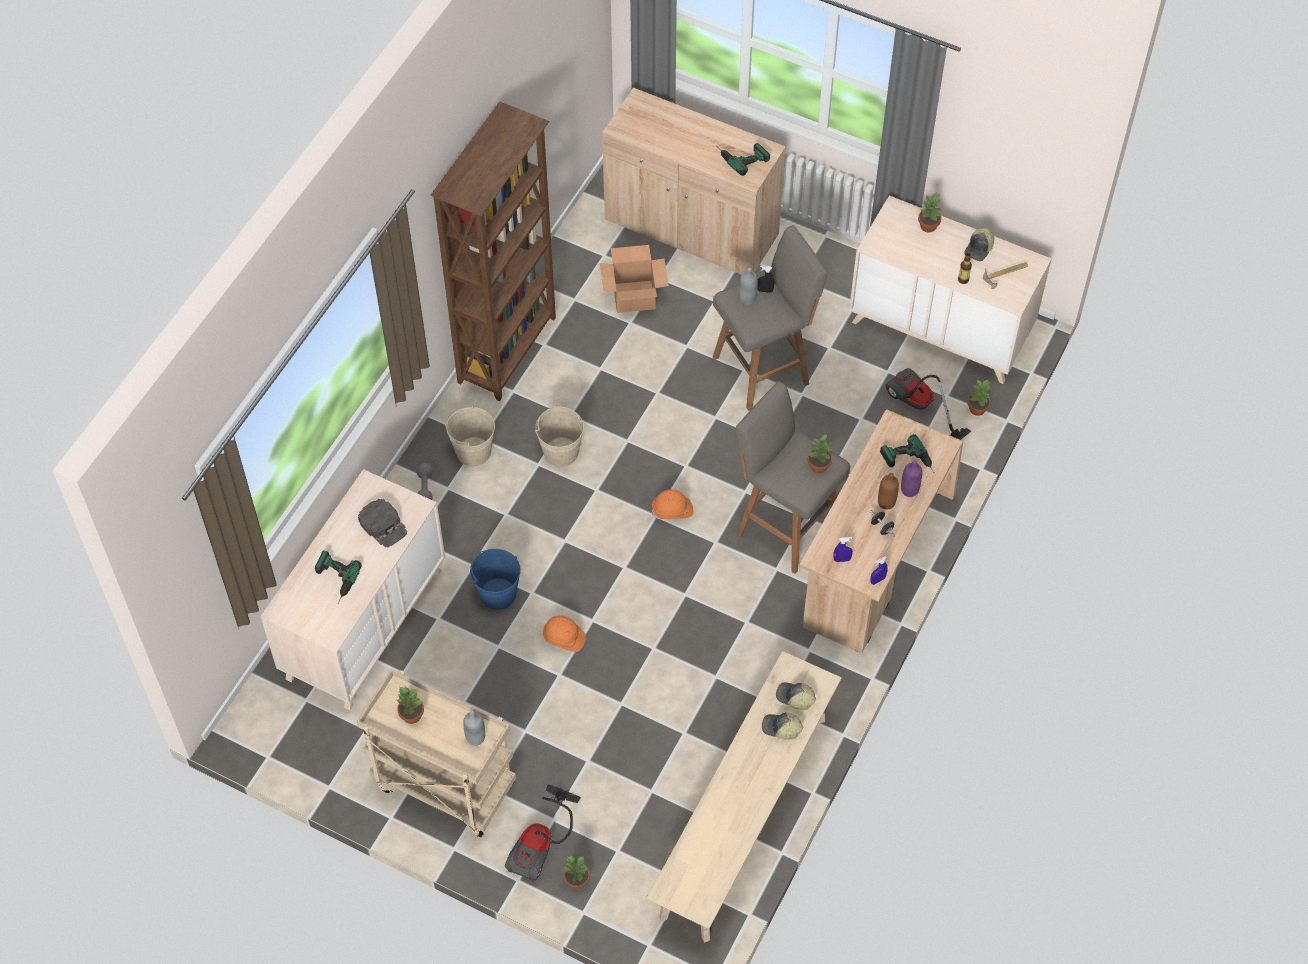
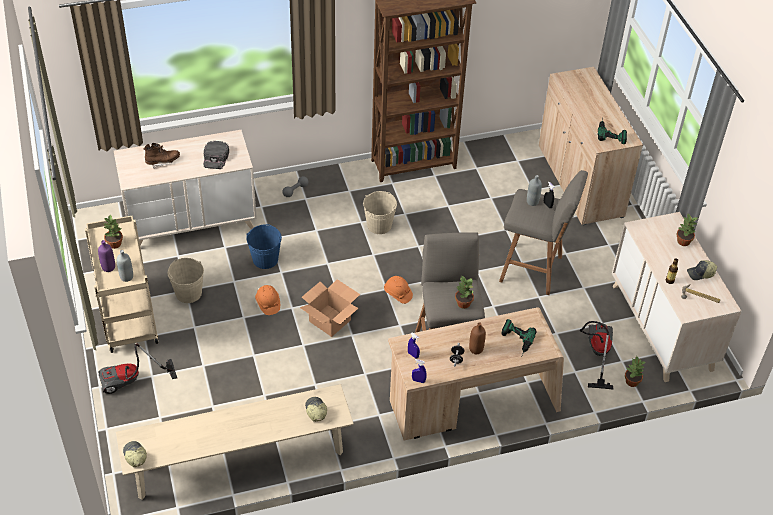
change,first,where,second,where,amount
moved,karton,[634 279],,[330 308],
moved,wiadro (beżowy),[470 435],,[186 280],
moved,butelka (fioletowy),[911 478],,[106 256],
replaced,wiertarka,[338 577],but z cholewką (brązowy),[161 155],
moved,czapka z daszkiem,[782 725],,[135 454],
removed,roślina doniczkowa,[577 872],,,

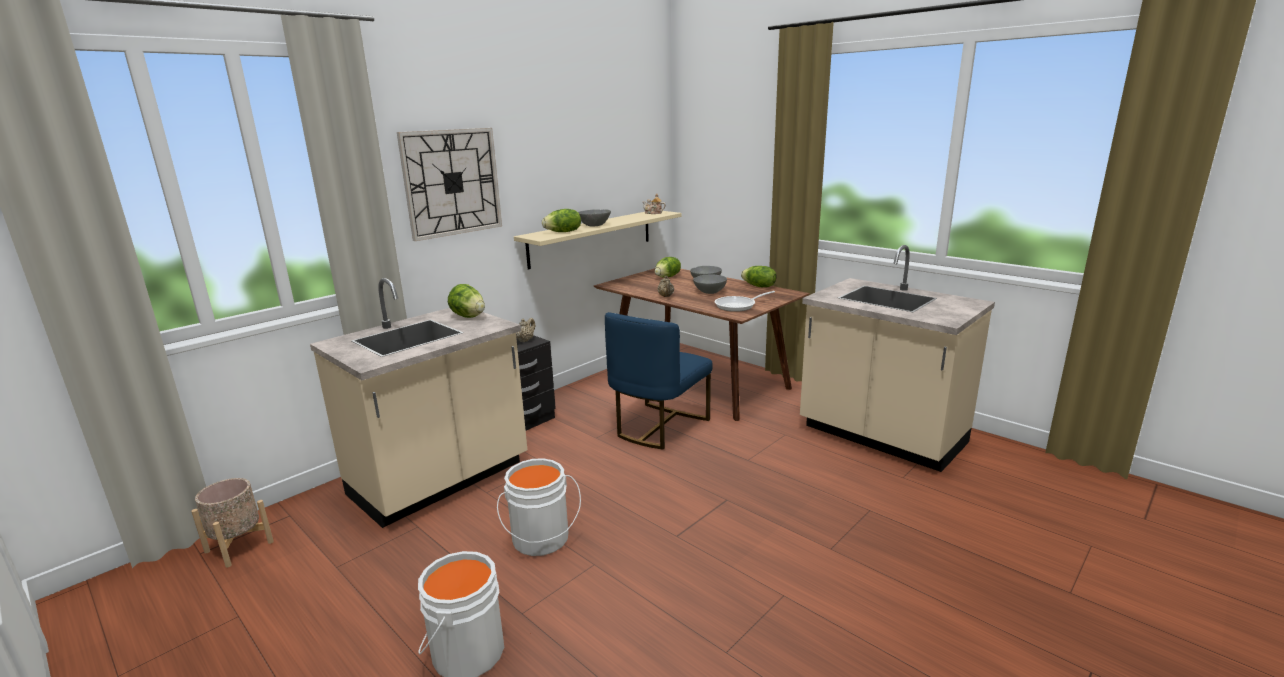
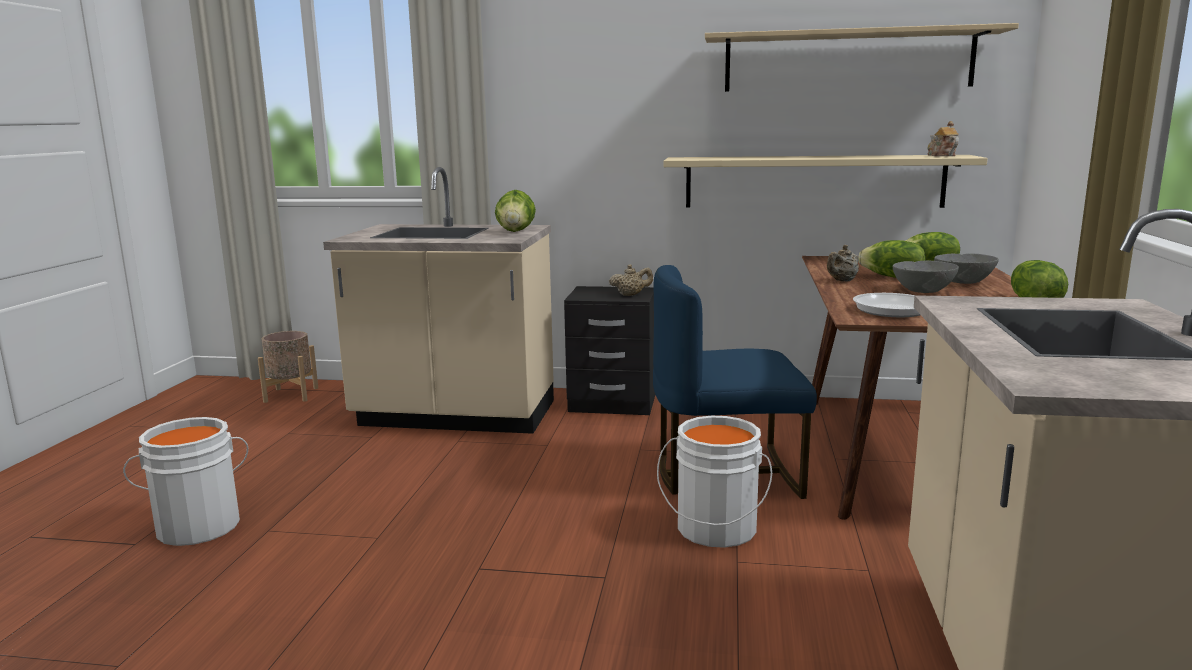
change,first,where,second,where,amount
removed,zegar ścienny,[449 184],,,
moved,sałata,[561 220],,[891 259],
removed,miska (szary),[594 217],,,
moved,wiadro (biały),[539 507],,[714 482],
added,,,półka (beżowy),[862 57],

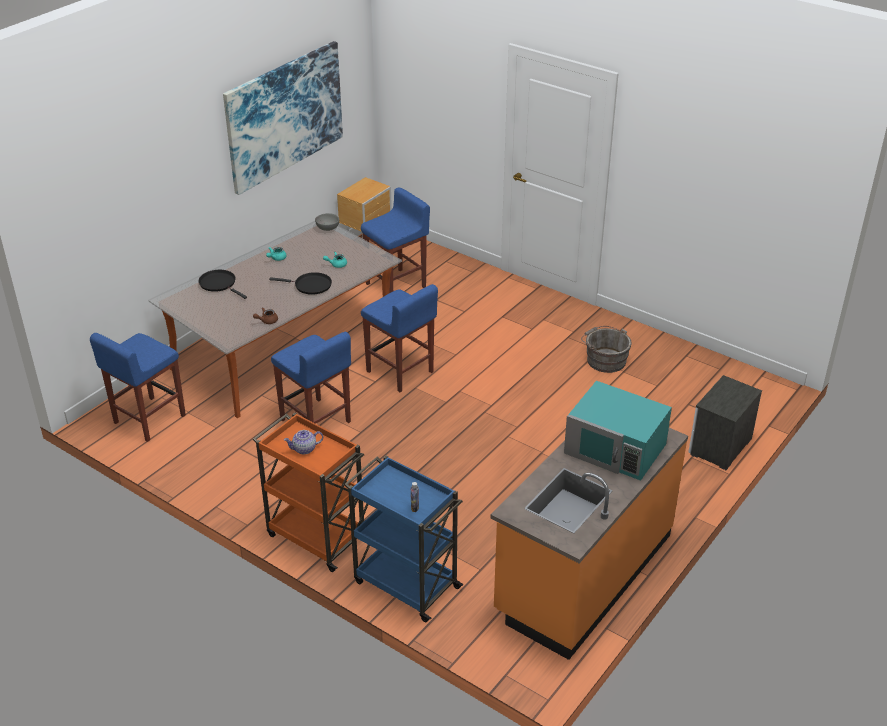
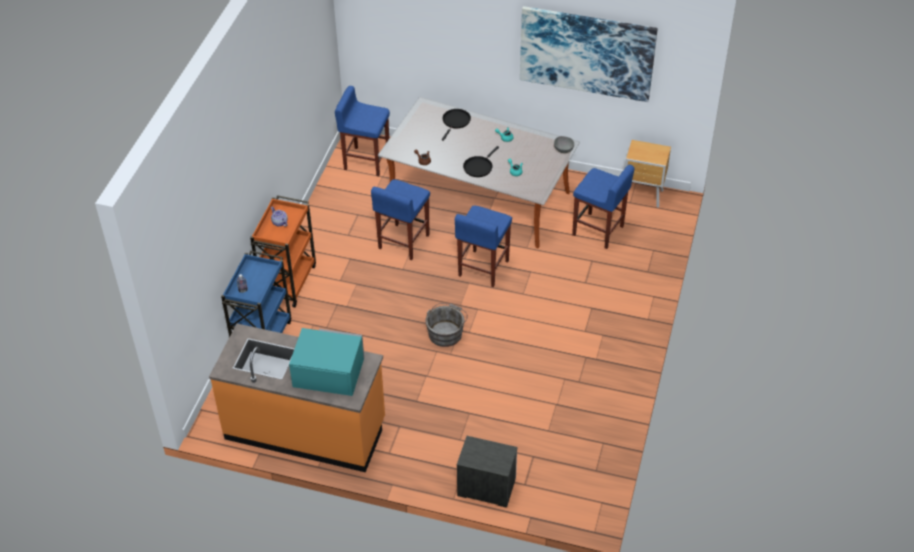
change,first,where,second,where,amount
turned,patelnia (czarny),[300 283],,[481 161],45 degrees clockwise
moved,wiadro (szary),[606 349],,[447 325],
turned,mikrofalówka (turkusowy),[618 431],,[326 362],90 degrees clockwise

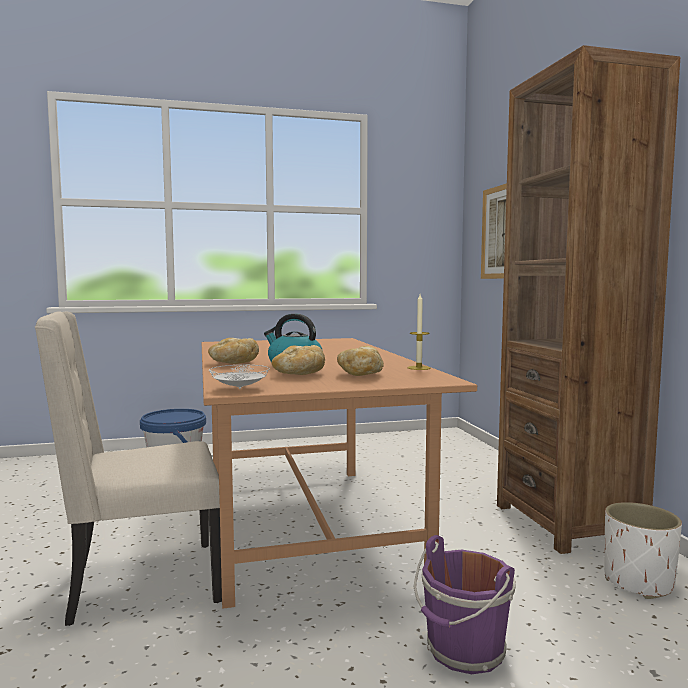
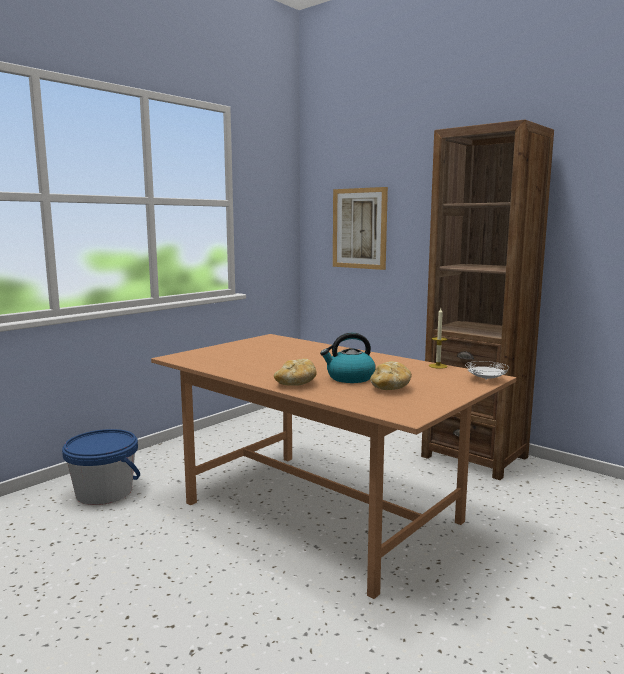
change,first,where,second,where,amount
removed,krzesło (beżowy),[128 468],,,
removed,chleb,[360 361],,,
moved,talerz (biały),[239 377],,[486 370],
removed,donica (biały),[643 550],,,
removed,wiadro (fioletowy),[464 604],,,

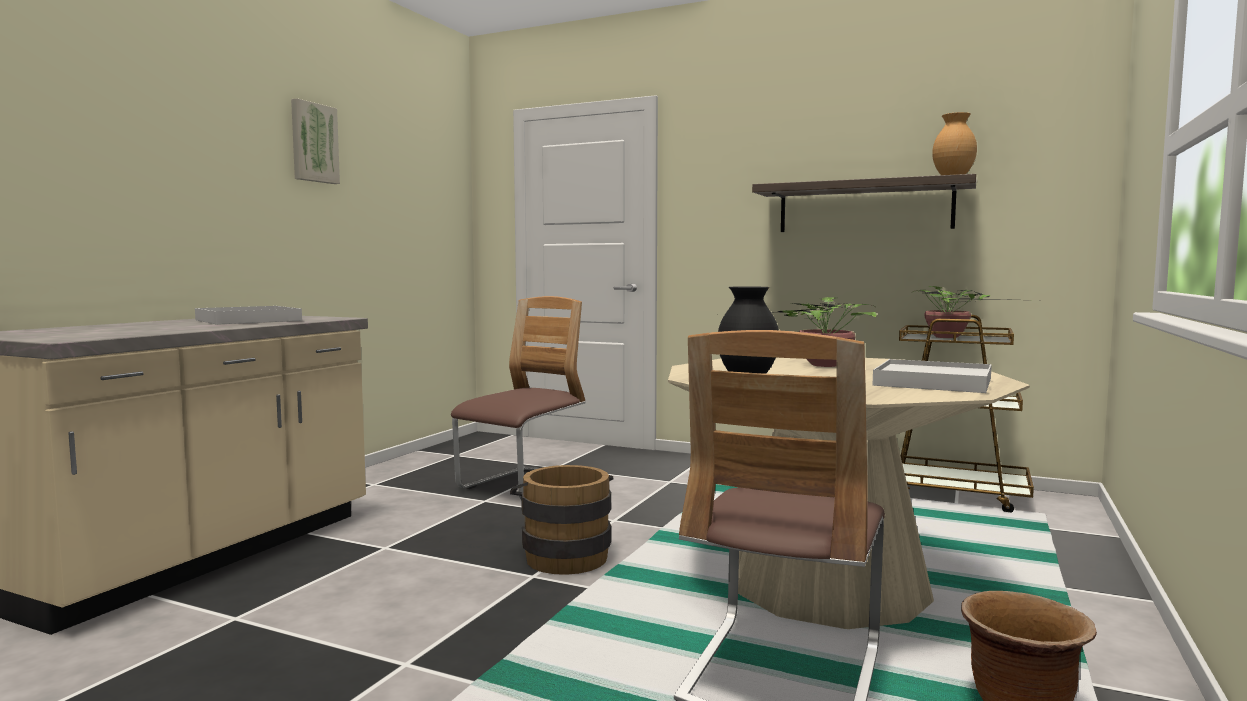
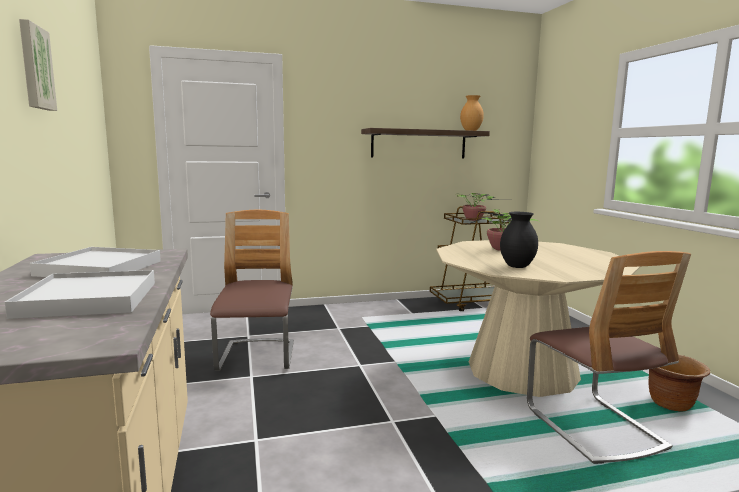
change,first,where,second,where,amount
moved,taca (biały),[932 376],,[80 294],
removed,wiadro (brązowy),[562 520],,,

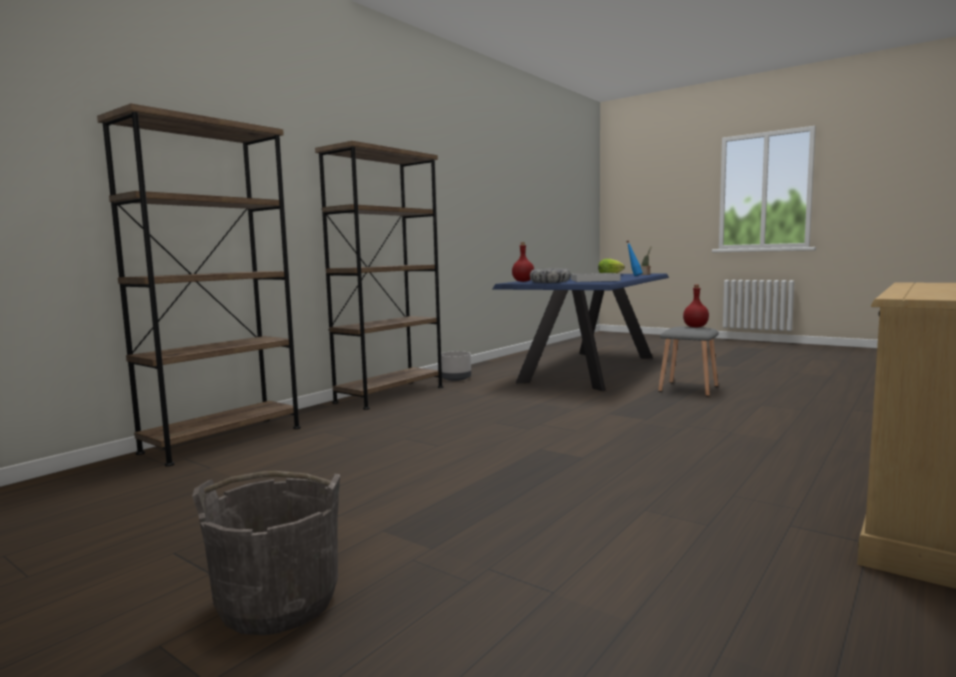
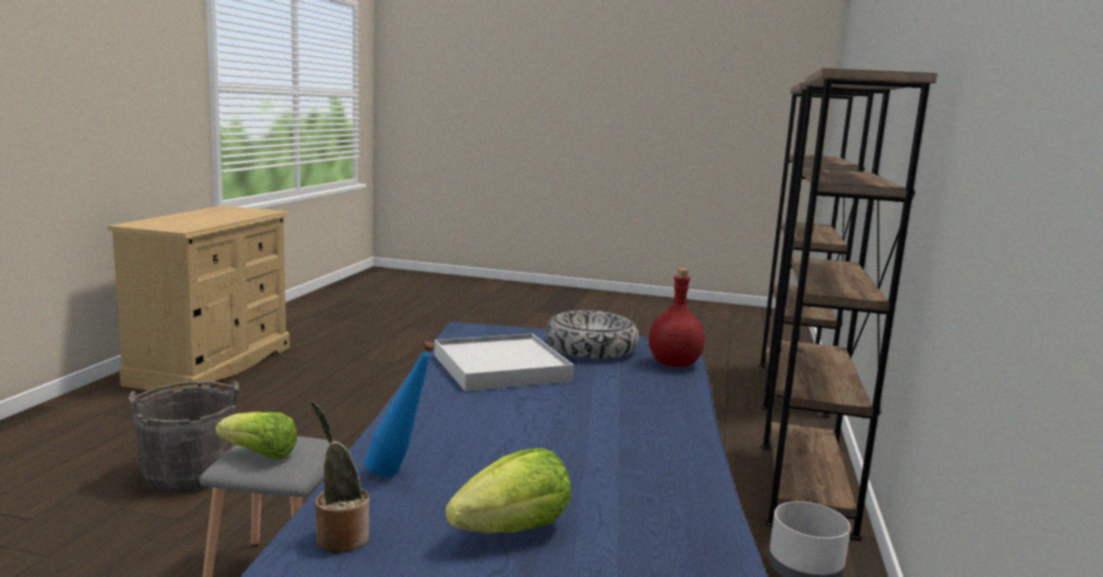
change,first,where,second,where,amount
replaced,butelka (czerwony),[696 306],sałata,[256 435],
moved,wiadro (szary),[266 553],,[184 437],

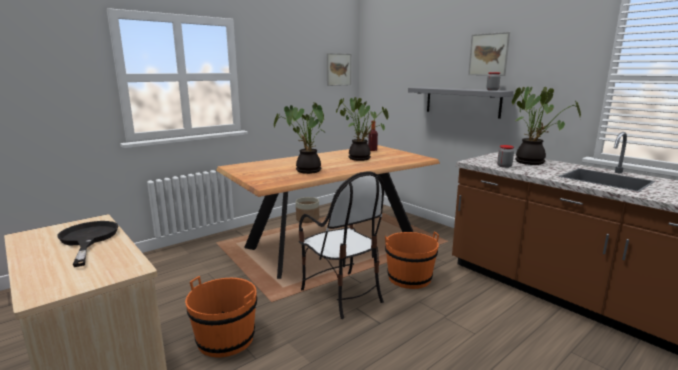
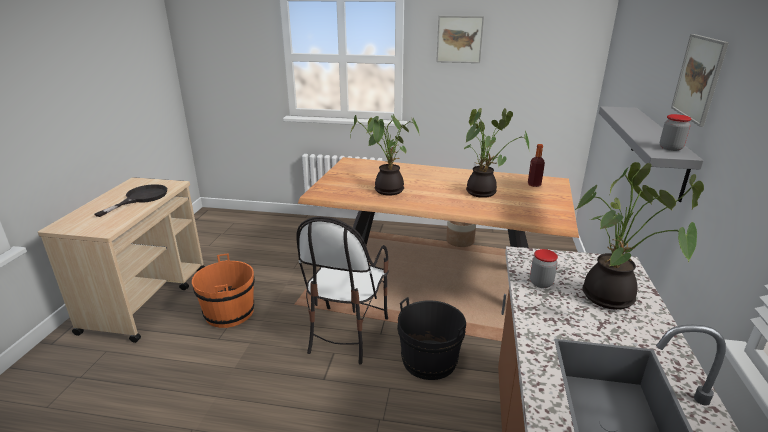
change,first,where,second,where,amount
moved,obraz,[339 69],,[460 39],
recoloured,wiadro (pomarańczowy),[412 260],wiadro (czarny),[431 338],

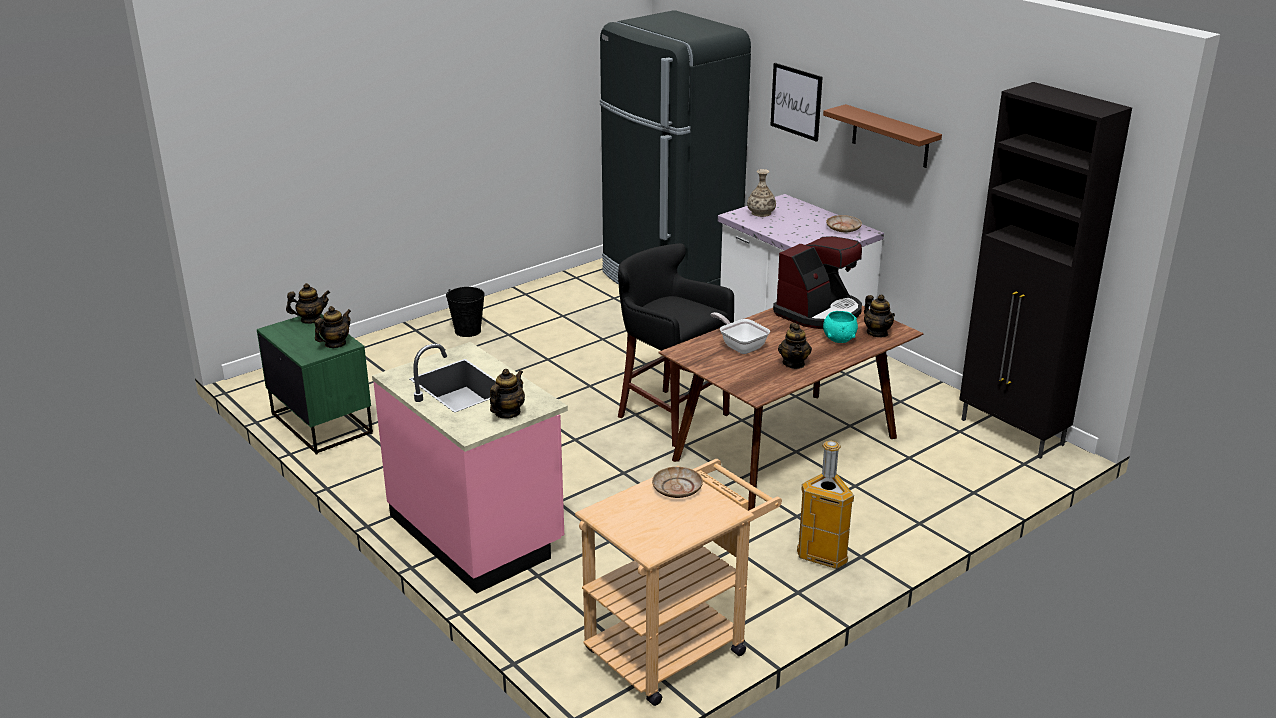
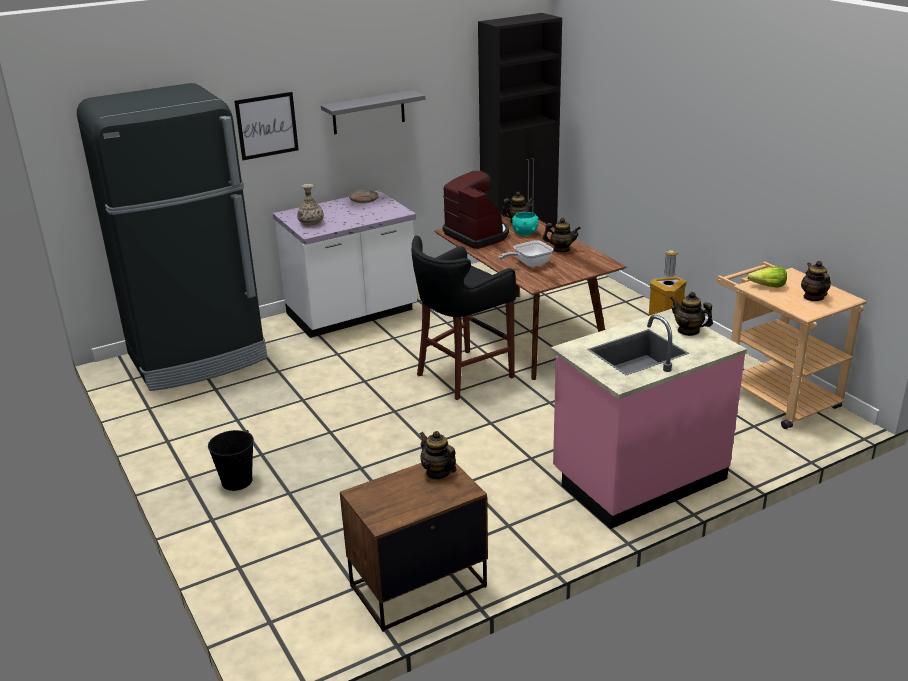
change,first,where,second,where,amount
recoloured,półka (brązowy),[882 136],półka (szary),[373 112],
moved,imbryk,[308 303],,[816 281],
recoloured,szafka nocna (zielony),[315 384],szafka nocna (brązowy),[414 547],
replaced,talerz (beżowy),[677 482],sałata,[767 277],

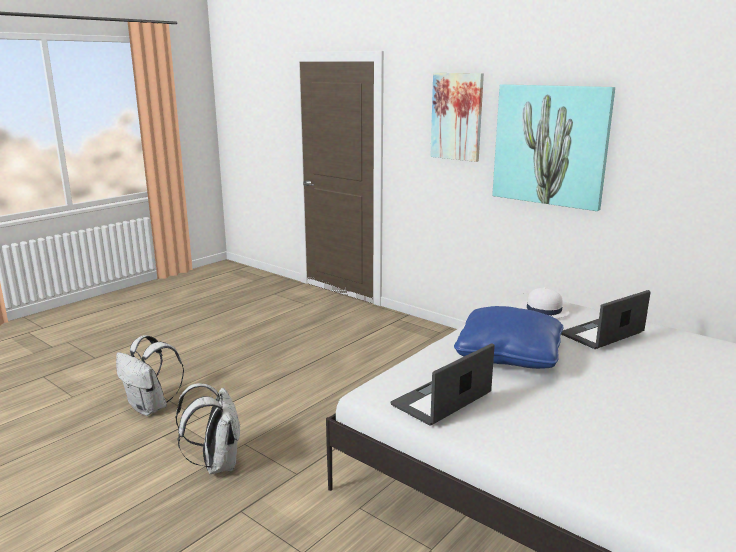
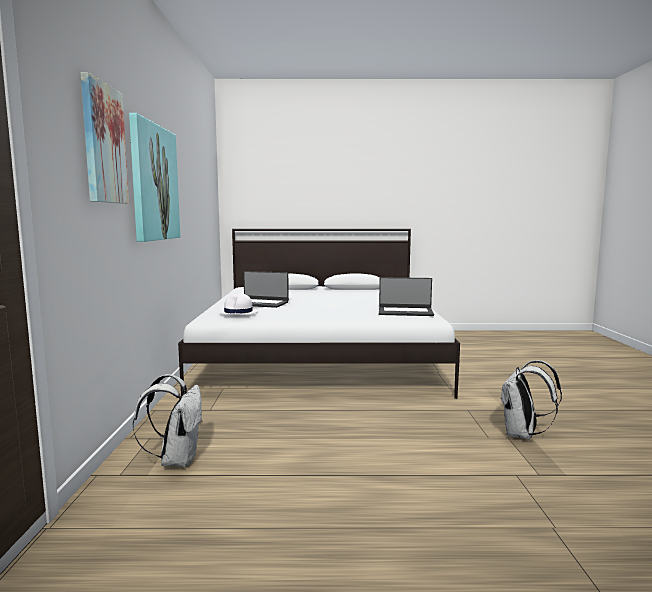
change,first,where,second,where,amount
removed,poduszka (niebieski),[508 337],,,
moved,plecak (biały),[150 375],,[168 420],

